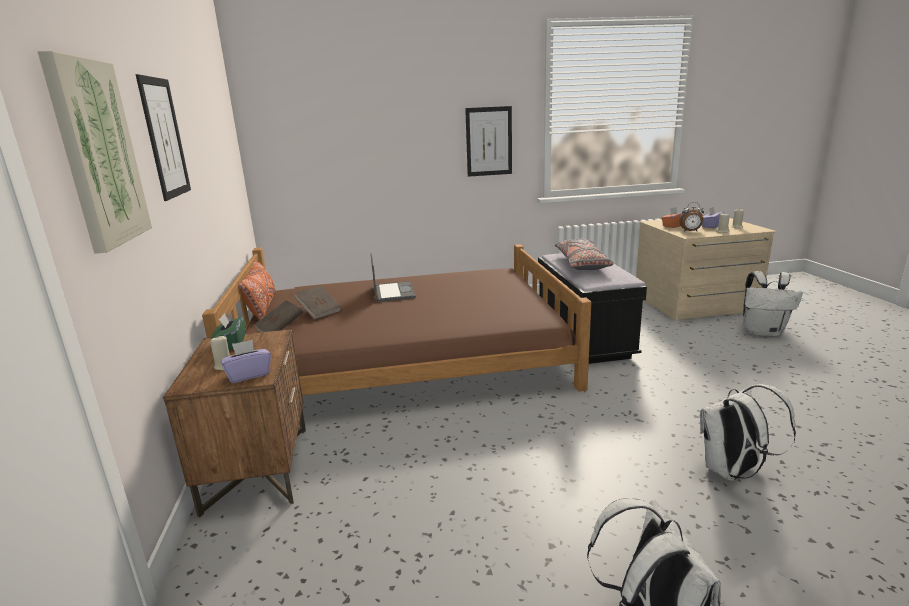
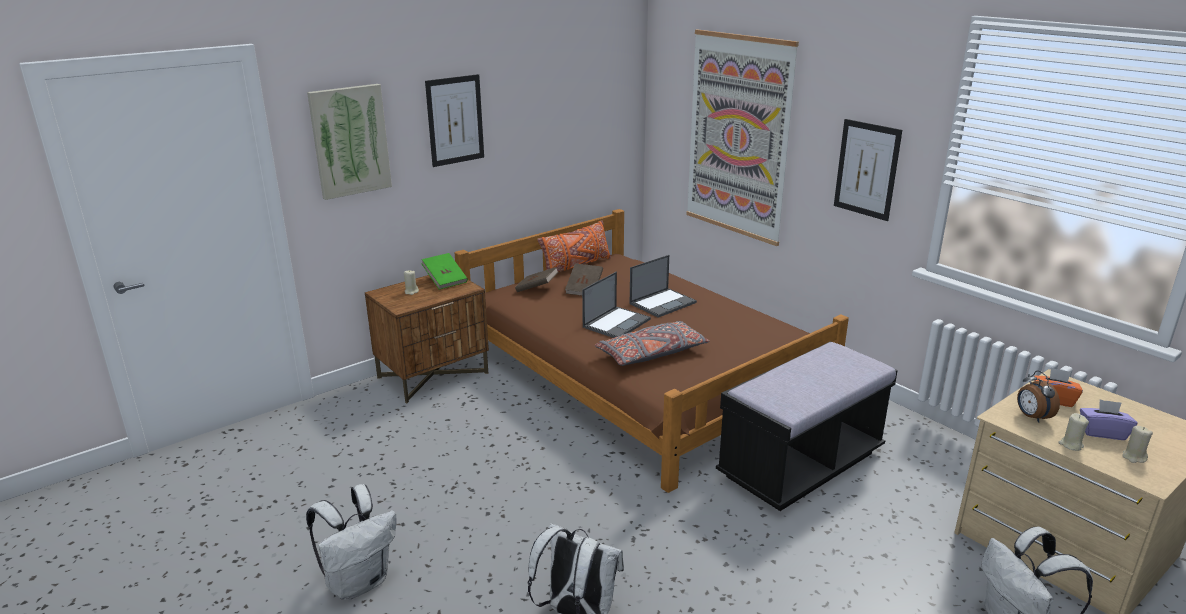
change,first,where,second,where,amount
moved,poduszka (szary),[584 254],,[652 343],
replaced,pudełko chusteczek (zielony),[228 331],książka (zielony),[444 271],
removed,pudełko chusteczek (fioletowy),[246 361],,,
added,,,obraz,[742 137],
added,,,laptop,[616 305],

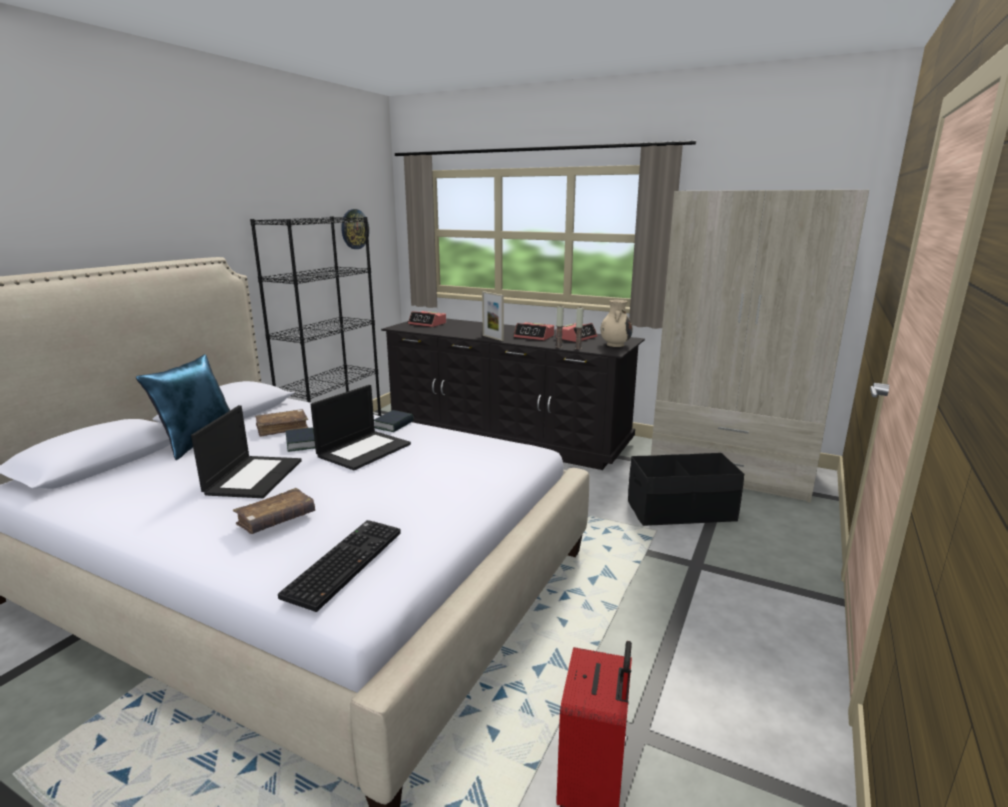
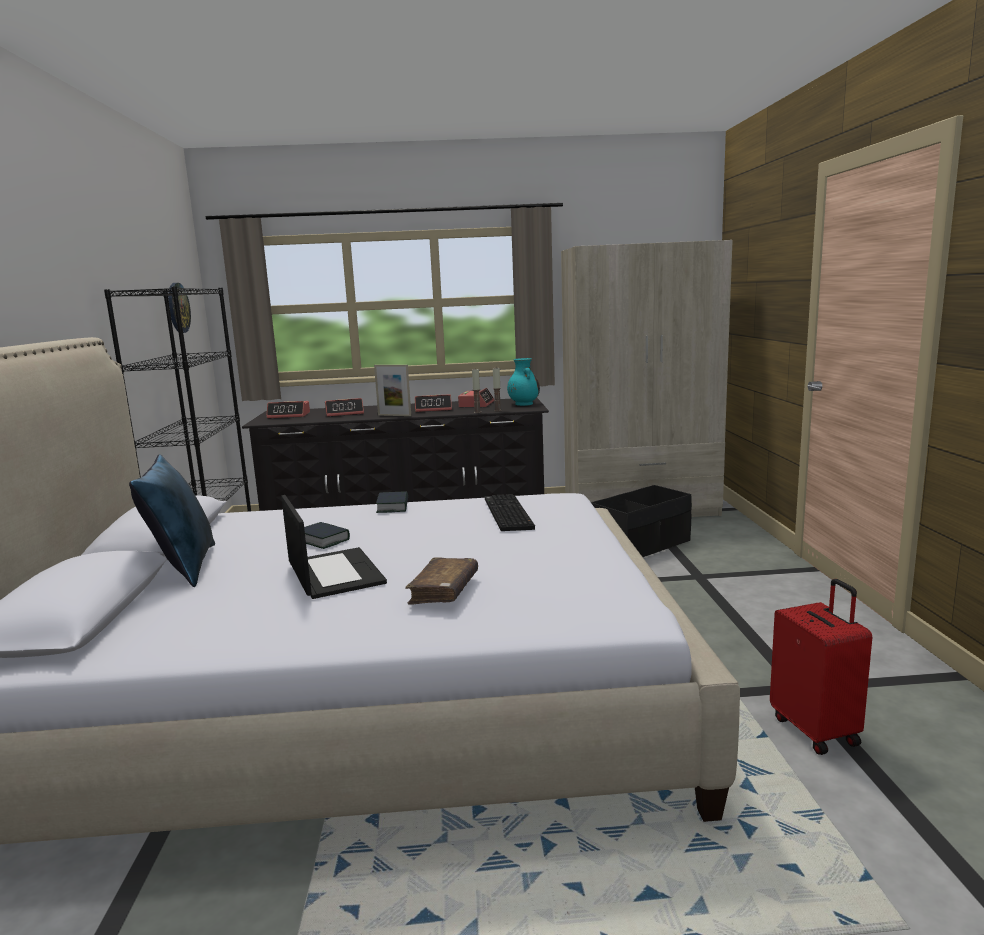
change,first,where,second,where,amount
recoloured,wazon (beżowy),[617 323],wazon (turkusowy),[523 382],
removed,laptop,[361 427],,,
removed,książka (brązowy),[281 423],,,
moved,klawiatura,[339 566],,[510 512],
added,,,budzik,[344 407],

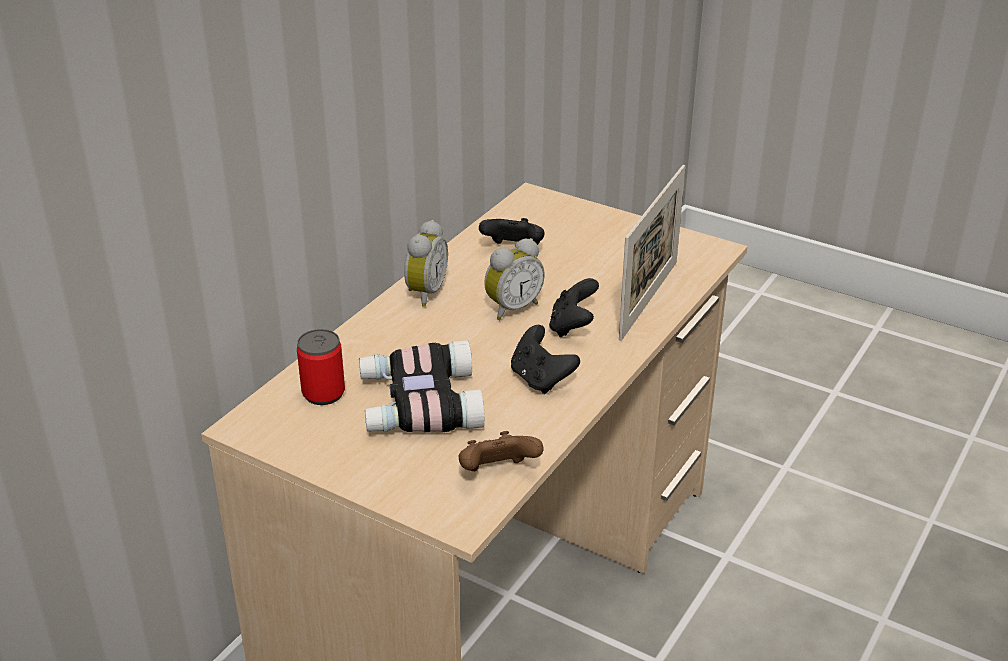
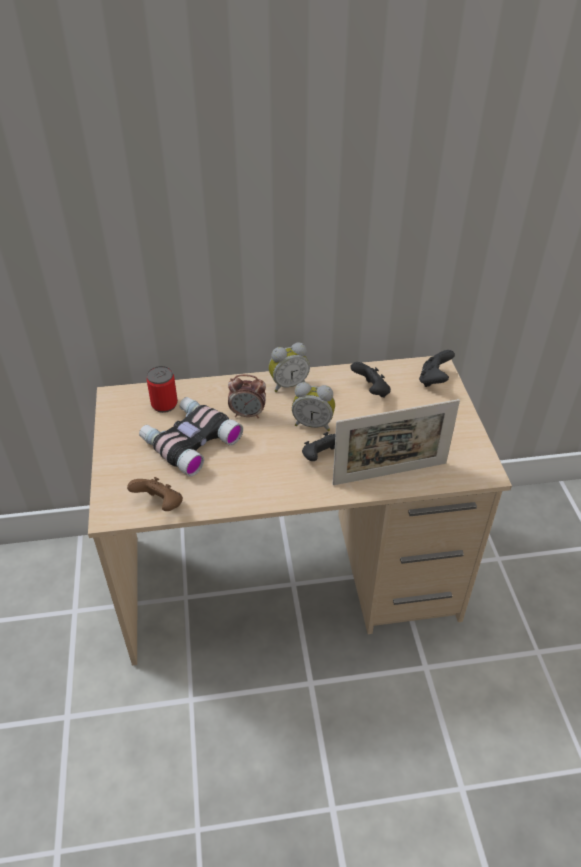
change,first,where,second,where,amount
moved,pad do gier (czarny),[545 359],,[437 368],
added,,,budzik,[247 396],

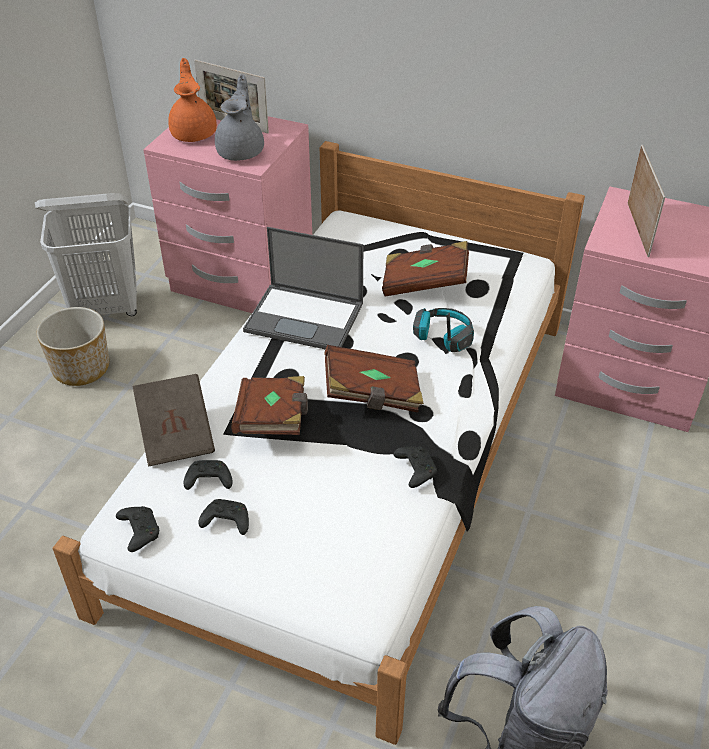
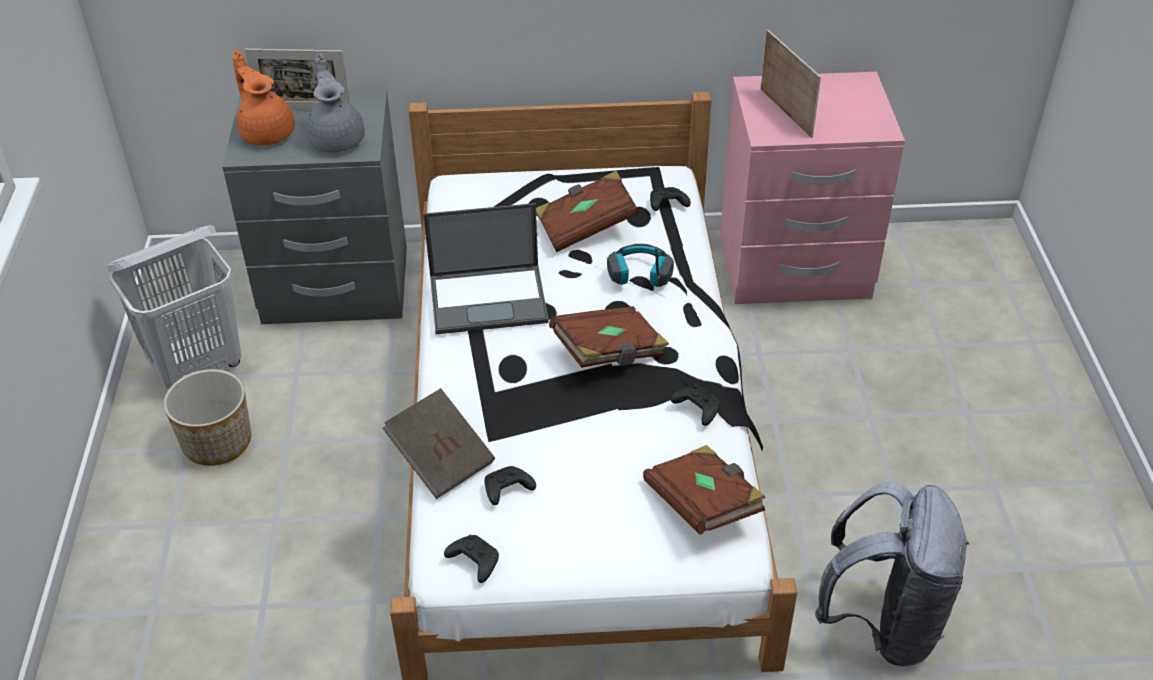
change,first,where,second,where,amount
recoloured,szafka nocna (różowy),[227 214],szafka nocna (szary),[314 207],
moved,książka (brązowy),[269 405],,[704 490],
moved,pad do gier (czarny),[224 517],,[670 199],

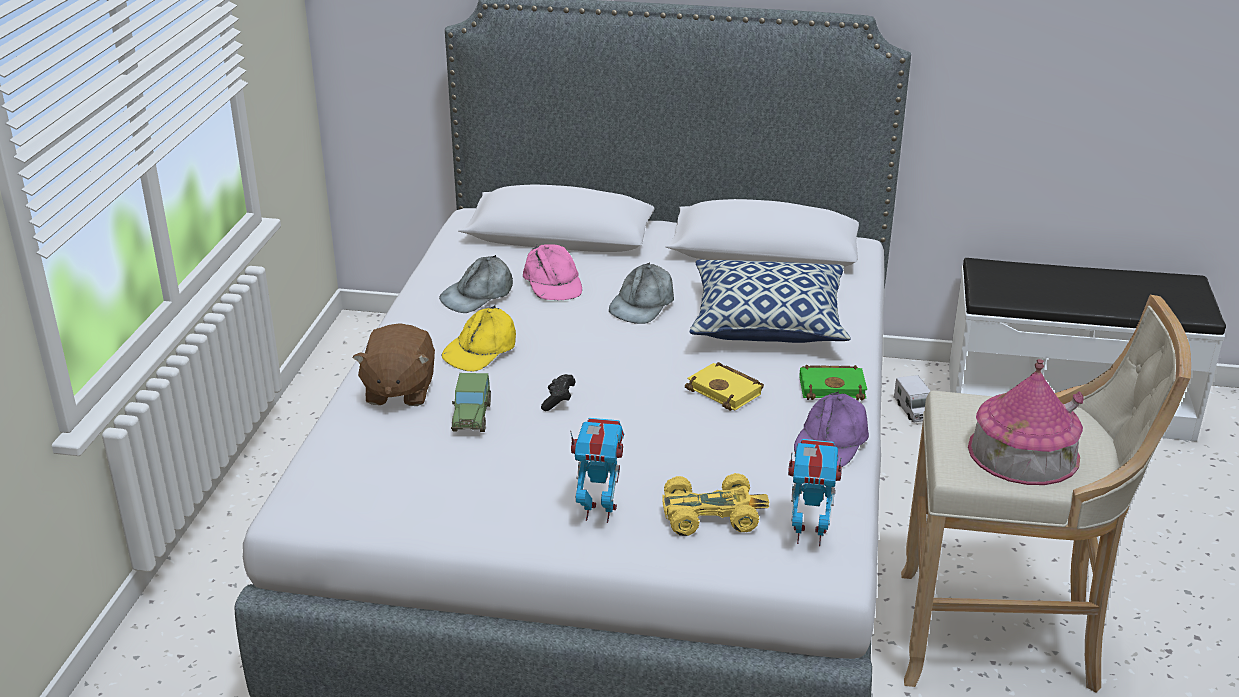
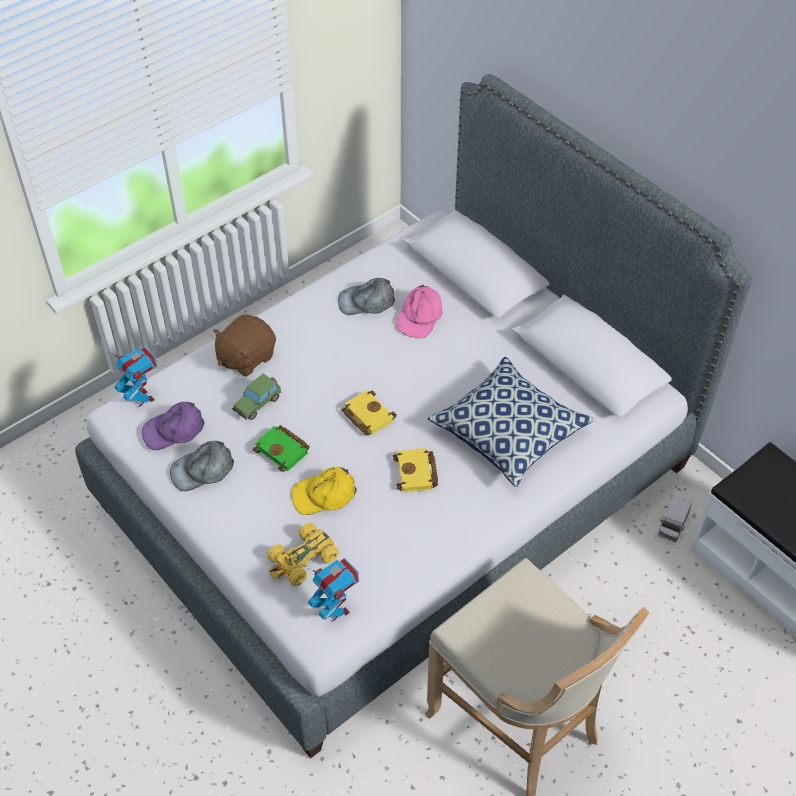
change,first,where,second,where,amount
moved,czapka z daszkiem (szary),[641 293],,[202 466],
moved,czapka z daszkiem (żółty),[479 338],,[324 491],
removed,domek,[1026 422],,,
moved,książka (zielony),[833 382],,[281 448],
removed,pad do gier (czarny),[558 392],,,
moved,czapka z daszkiem (fioletowy),[831 429],,[173 426],
moved,robot zabawkowy,[597 470],,[133 377],
turned,samochodzik (żółty),[715 504],,[303 554],105 degrees clockwise
added,,,książka (żółty),[369 412],

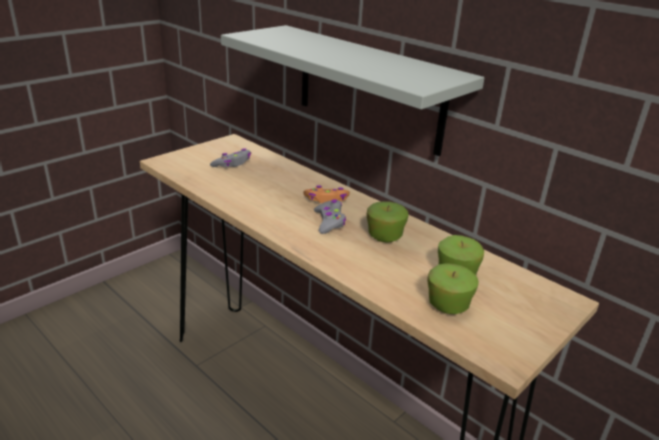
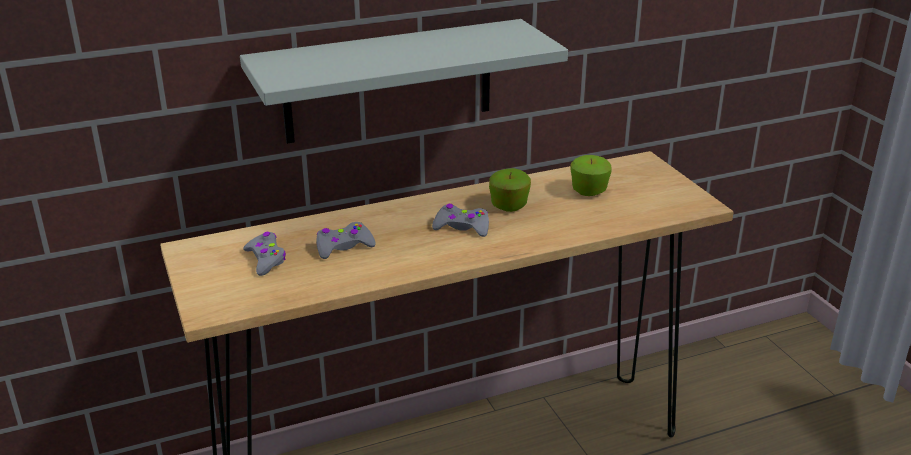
change,first,where,second,where,amount
removed,pad do gier (pomarańczowy),[327 194],,,
removed,jabłko,[453 288],,,
added,,,pad do gier (szary),[346 240],

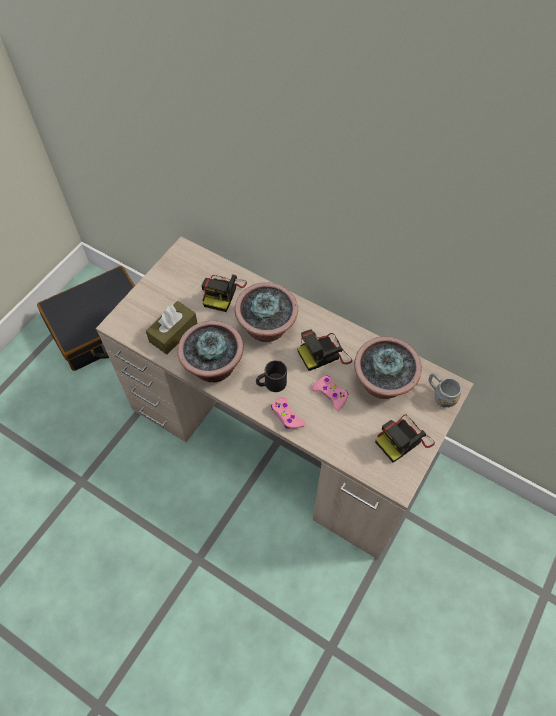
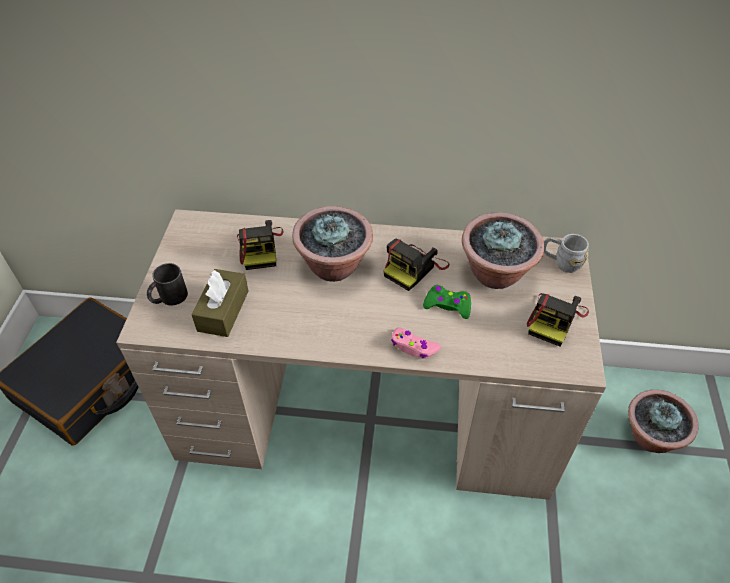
change,first,where,second,where,amount
moved,roślina doniczkowa,[210 351],,[663 421],
moved,kubek (czarny),[271 376],,[167 284],
recoloured,pad do gier (różowy),[330 393],pad do gier (zielony),[447 302],

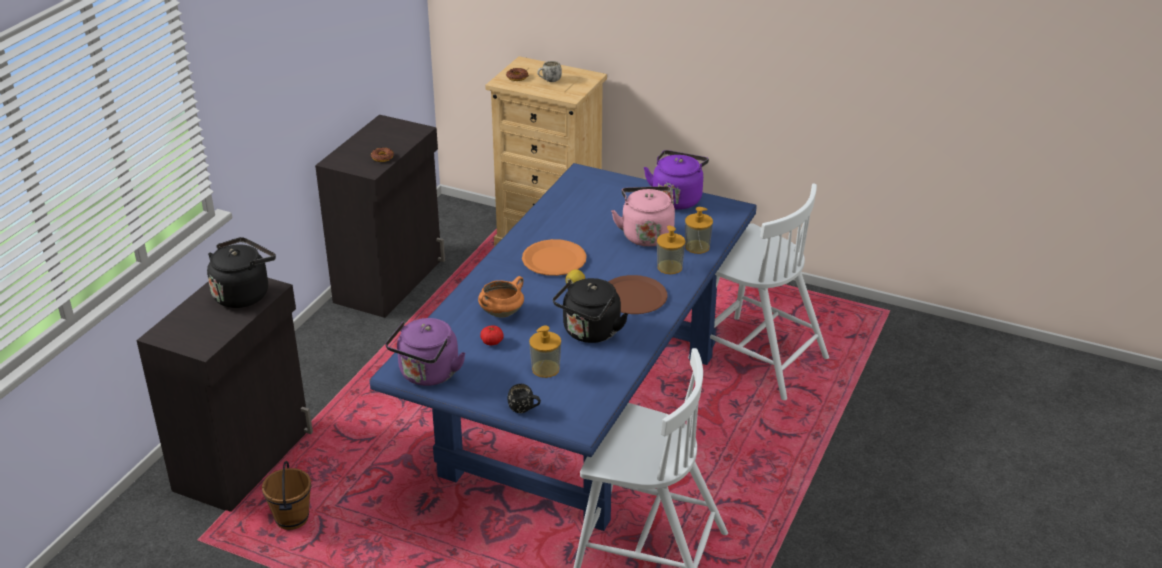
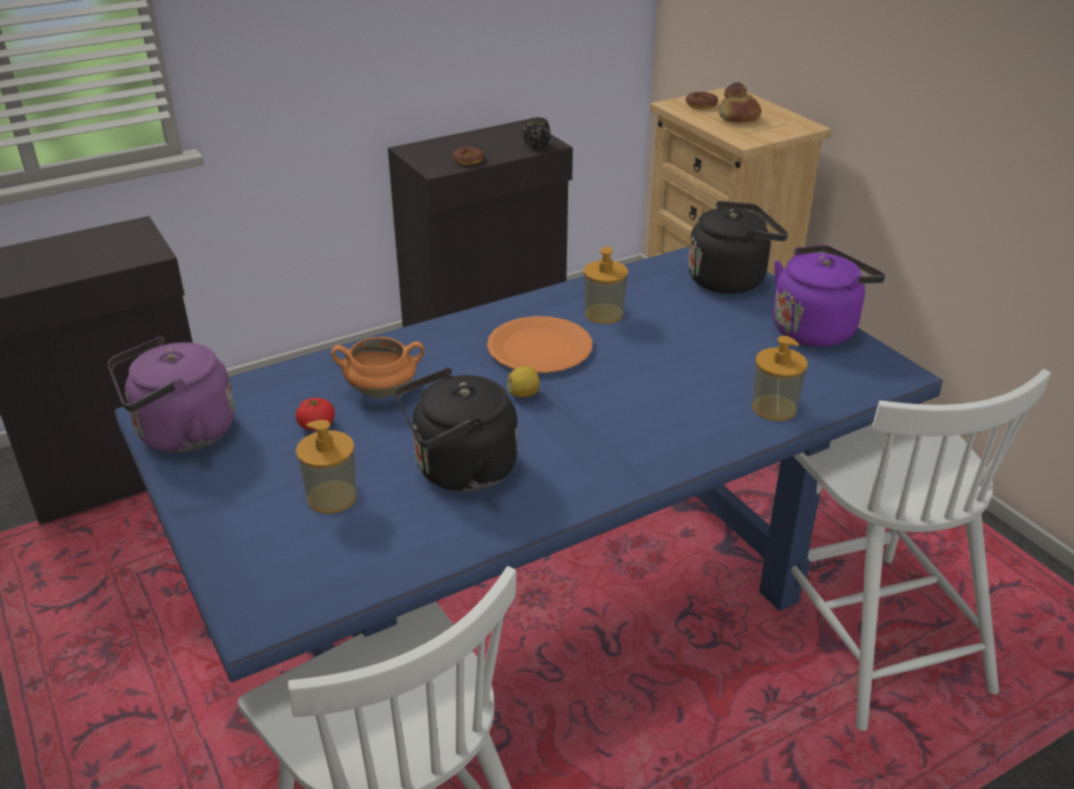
change,first,where,second,where,amount
replaced,kubek (biały),[549 71],chleb,[740 102],
removed,czajnik (różowy),[643 216],,,
moved,dozownik mydła,[671 249],,[606 285],
moved,czajnik (czarny),[241 272],,[738 247],
removed,talerz (brązowy),[638 294],,,
moved,kubek (czarny),[524 398],,[537 132],
removed,wiadro (brązowy),[286 495],,,

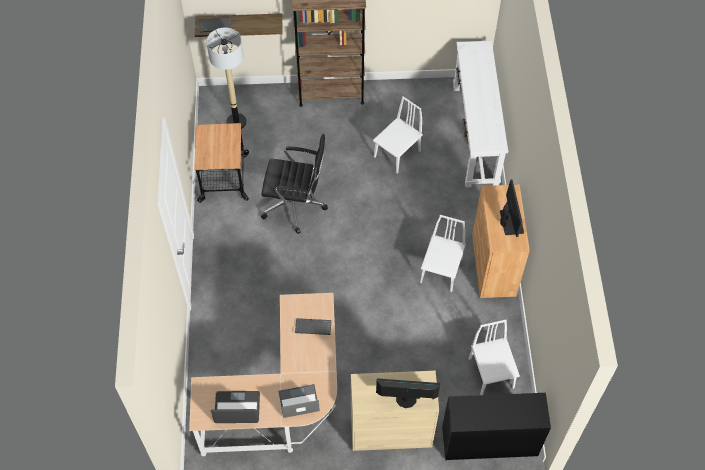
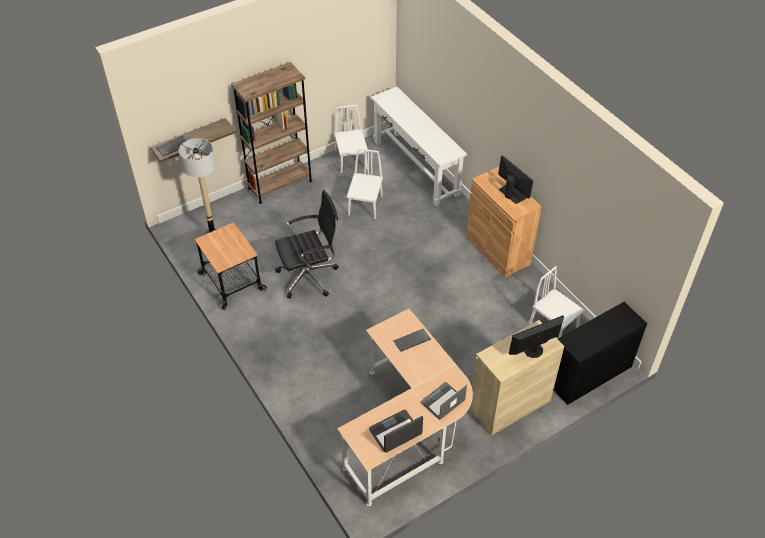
change,first,where,second,where,amount
moved,krzesło (biały),[443 253],,[351 138],

